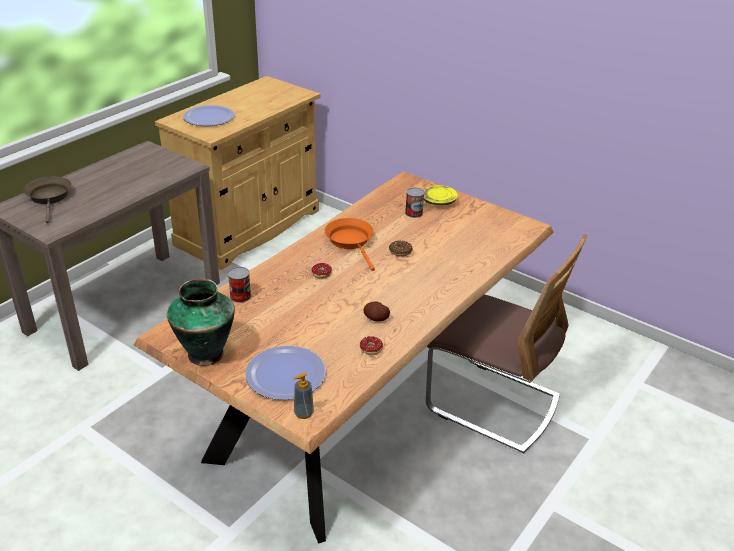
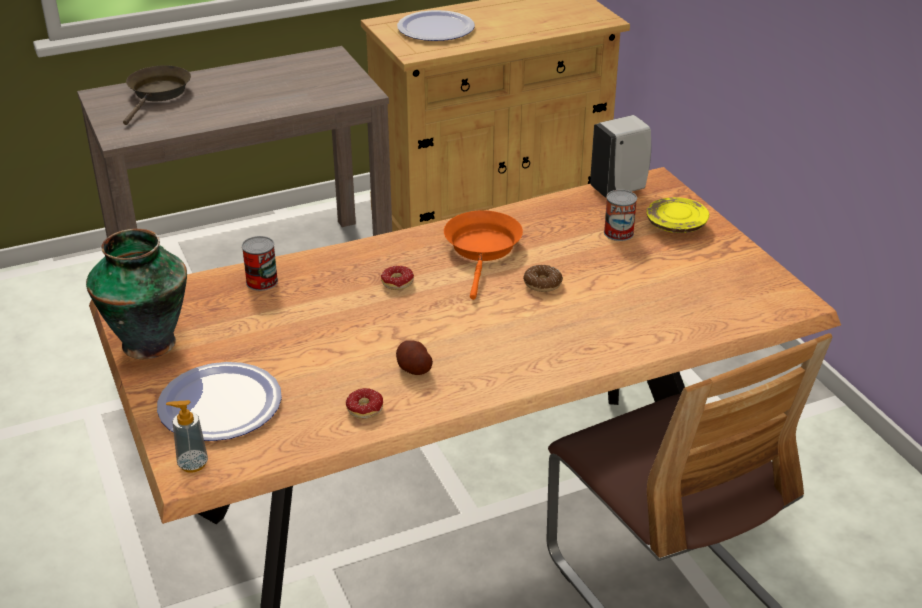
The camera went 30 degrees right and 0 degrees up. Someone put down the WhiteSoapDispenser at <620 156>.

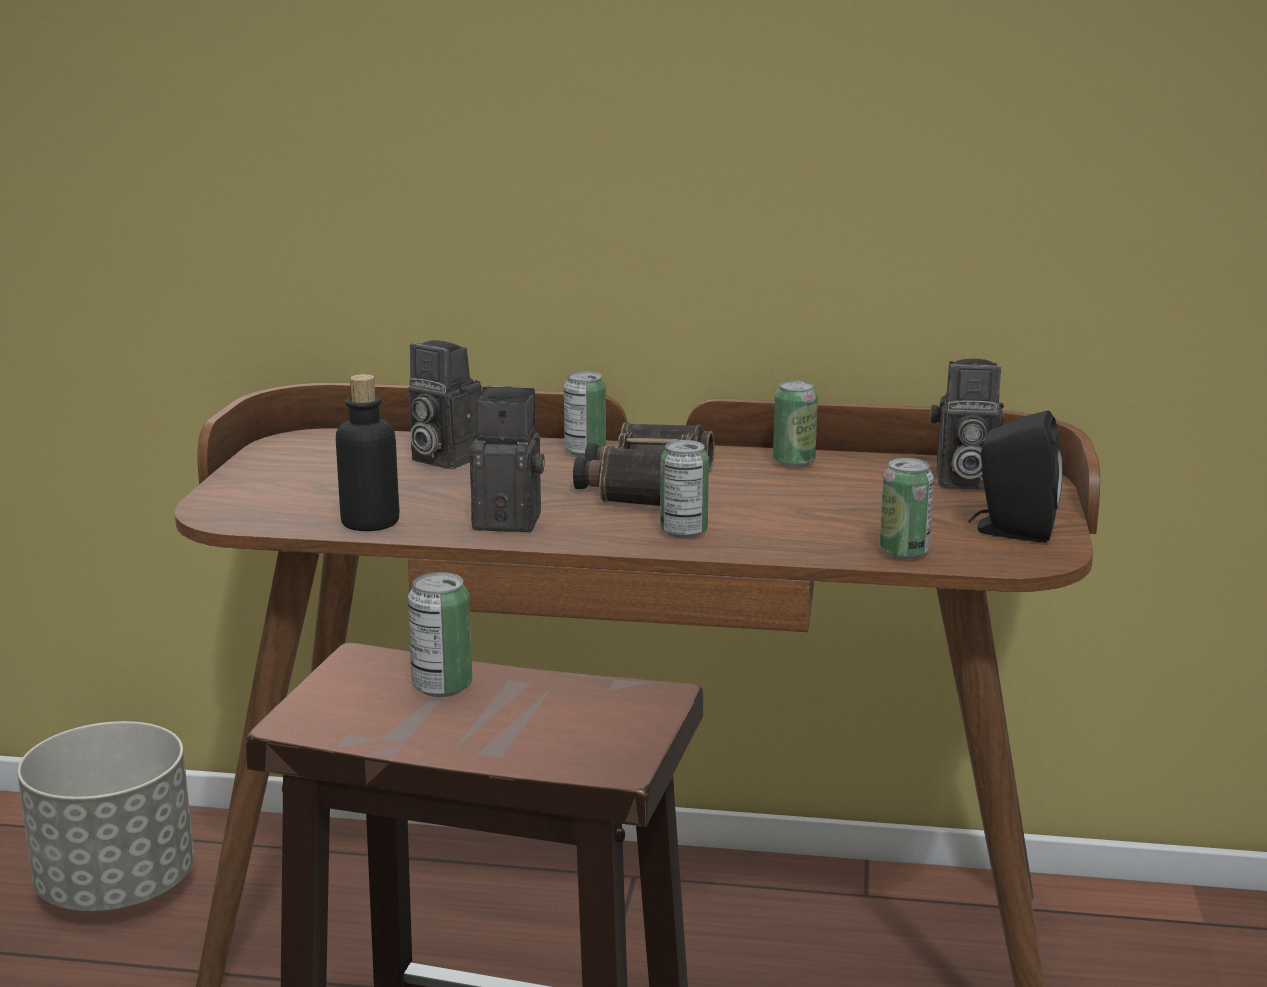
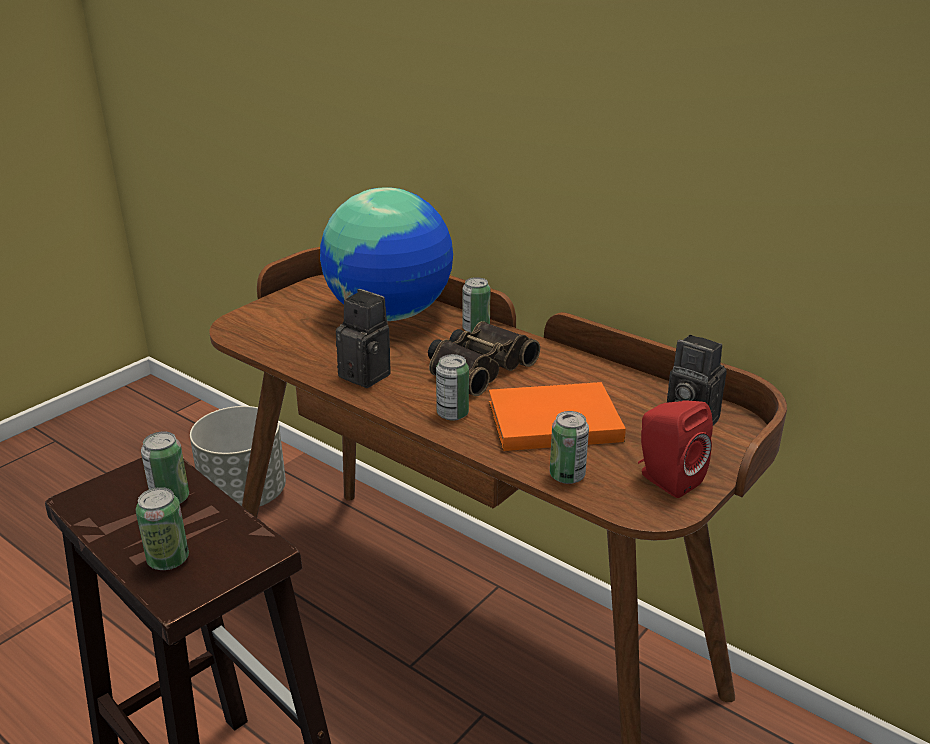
The camera went 30 degrees right and 10 degrees up. Someone took away the Bottle at <368 452>. Someone swapped the PhotoCamera at <445 404> for the Globe at <386 254>. Someone carried the Can from <795 423> to <162 528>. Someone repainted the BlackSpeaker at <1015 476>, which became the RedSpeaker at <675 449>. Someone put down the OrangeBook at <557 416>.

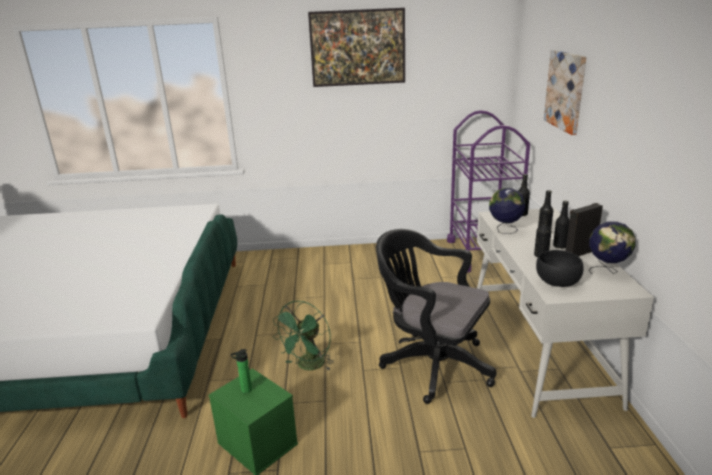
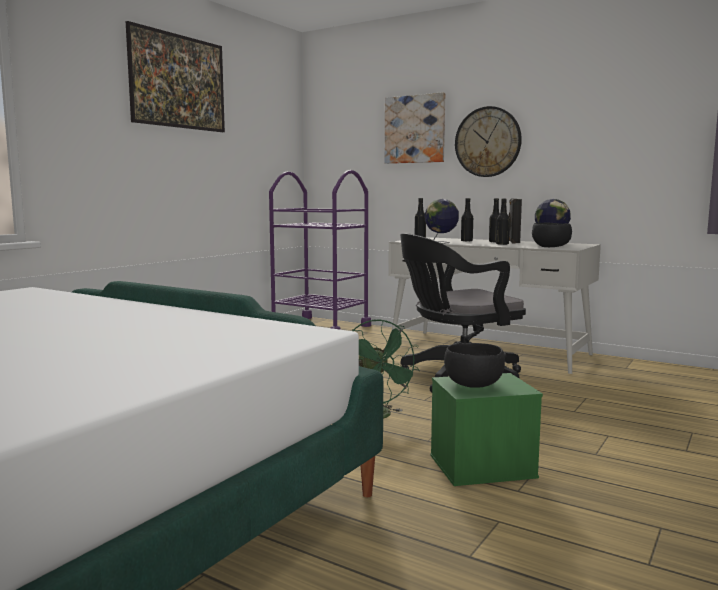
The camera went 55 degrees left and 15 degrees down. Someone swapped the Bottle at <241 371> for the BlackBowl at <475 365>. Someone put up the WallClock at <488 141>.

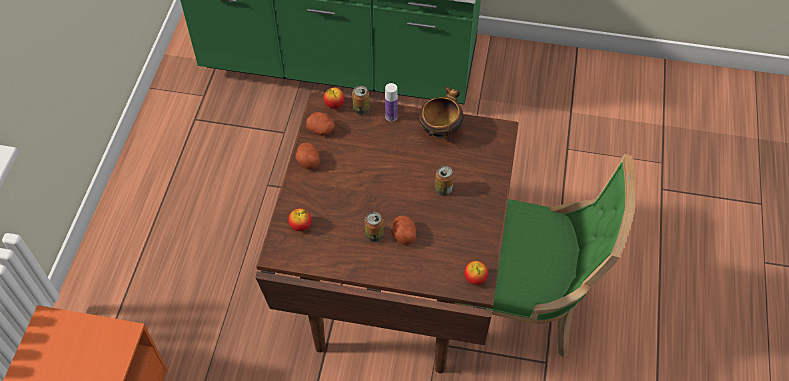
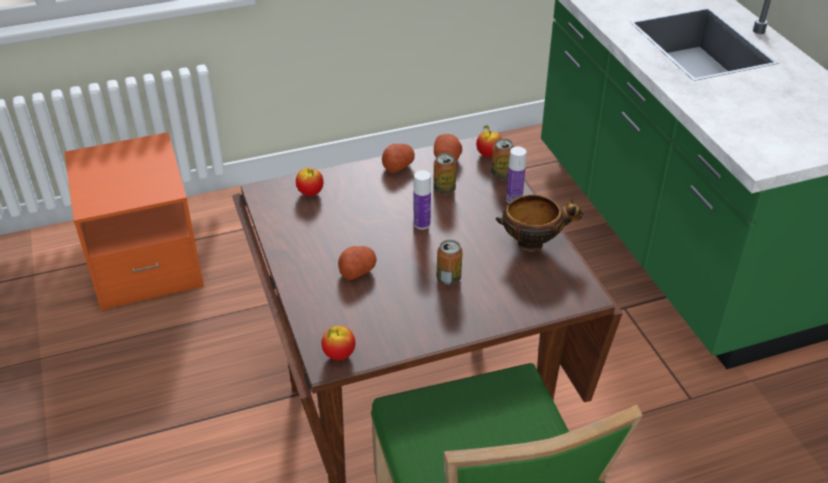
The camera went 60 degrees right and 15 degrees down. Someone carried the Can from <374 227> to <445 174>. Someone put down the Bottle at <422 199>.

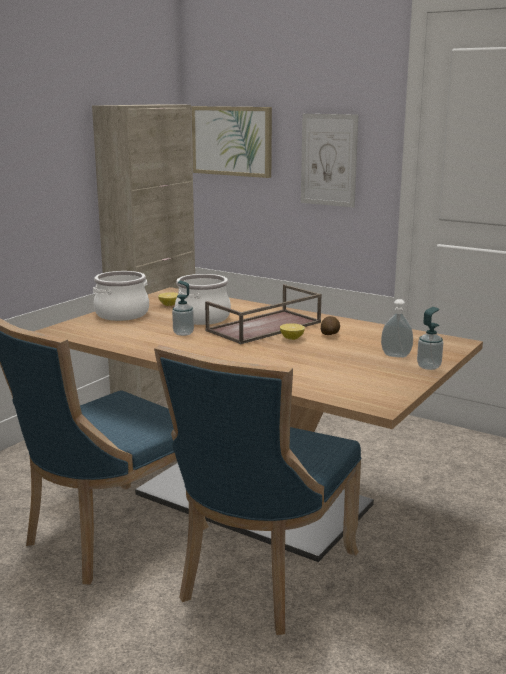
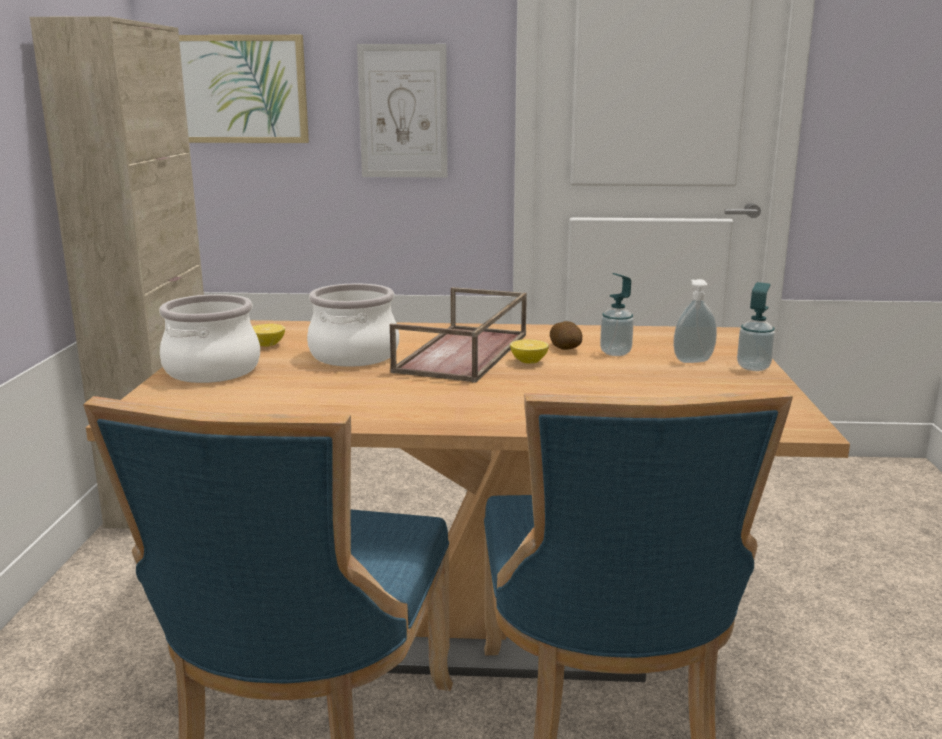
The camera went 30 degrees left and 0 degrees up. Someone carried the SoapDispenser from <183 308> to <617 314>.

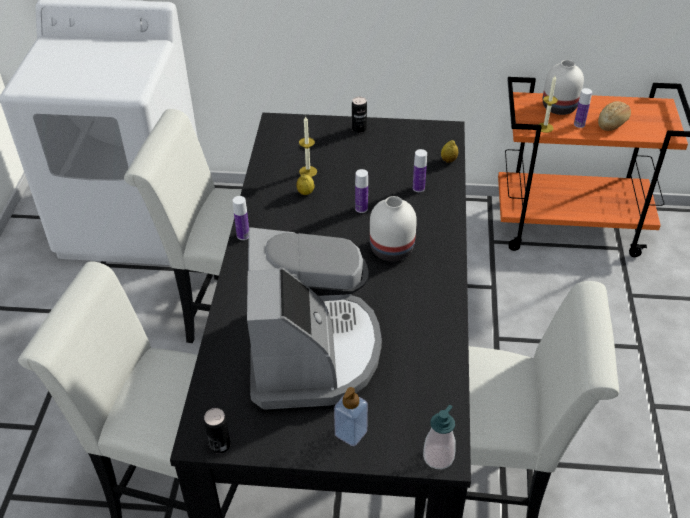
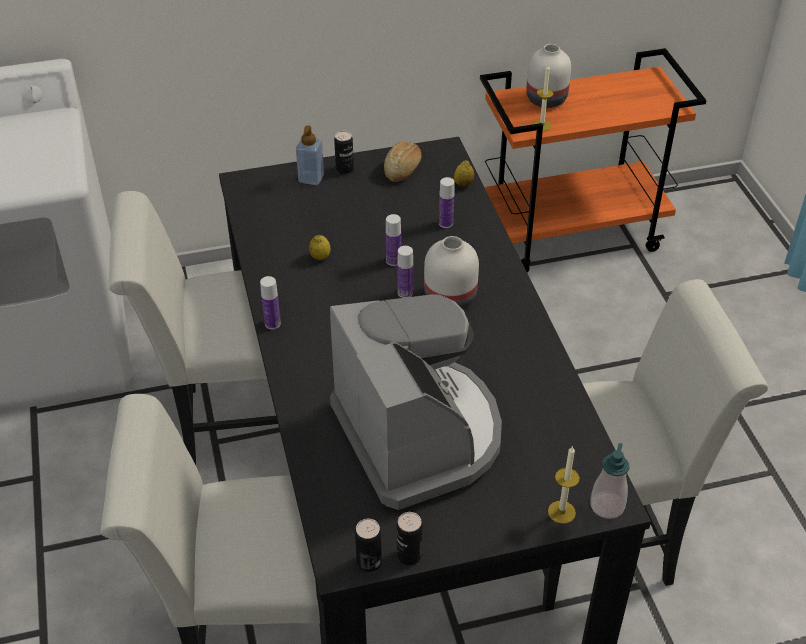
The camera went 20 degrees left and 0 degrees up. Someone carried the Candle from <308 146> to <564 485>. Someone carried the SoapDispenser from <351 416> to <310 155>. Someone carried the Bottle from <583 108> to <405 272>. Someone carried the Bread from <614 116> to <403 162>. Someone put down the Can at <409 538>.

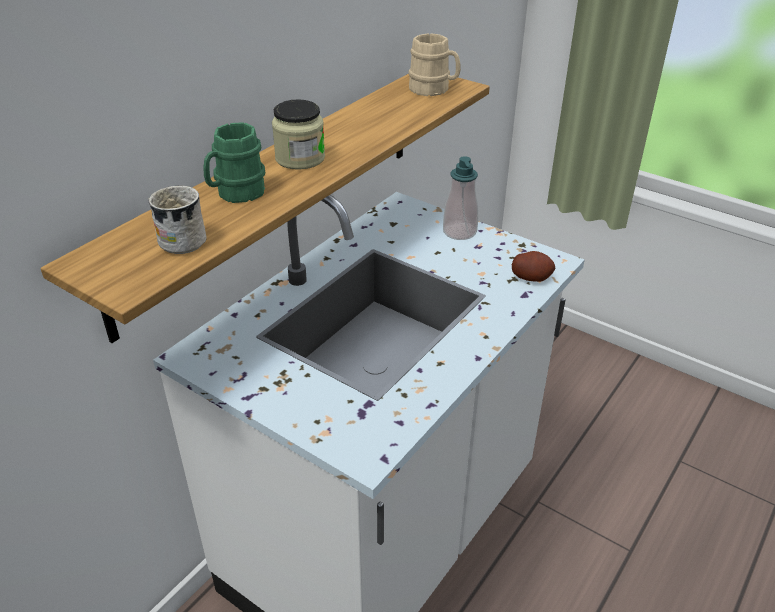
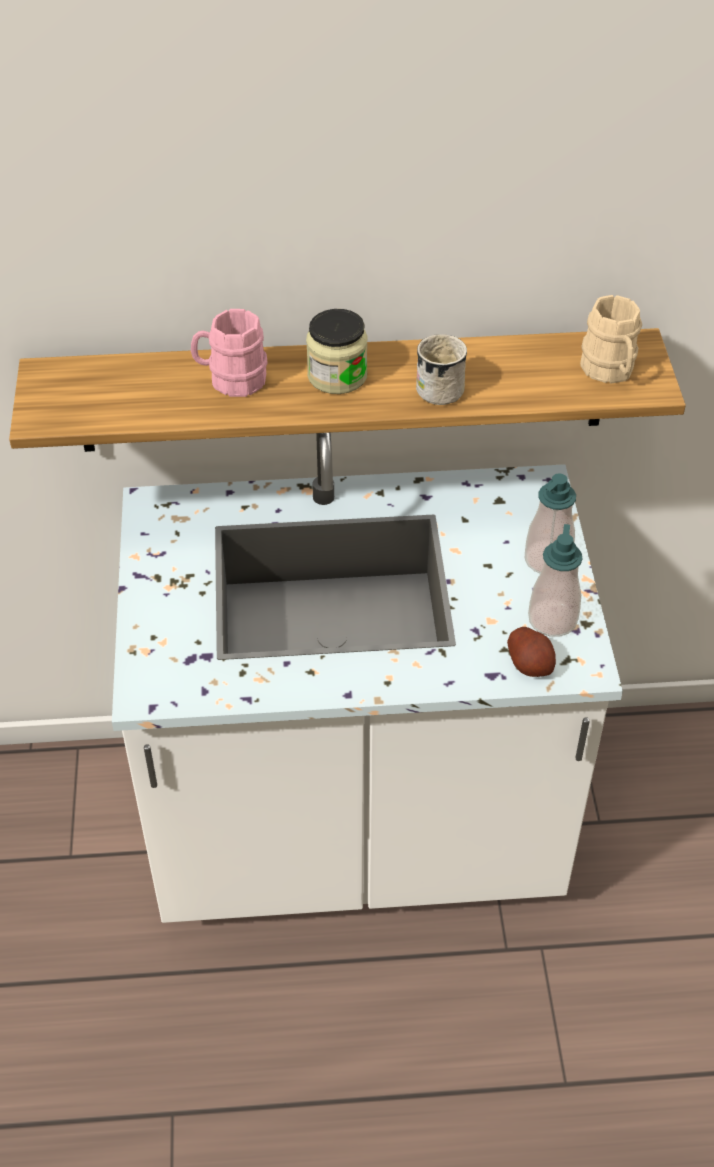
The camera went 50 degrees right and 10 degrees up. Someone carried the WhiteMug from <177 220> to <441 369>. Someone repainted the GreenMug at <234 162>, which became the PinkMug at <229 353>. Someone put down the SoapDispenser at <555 580>.

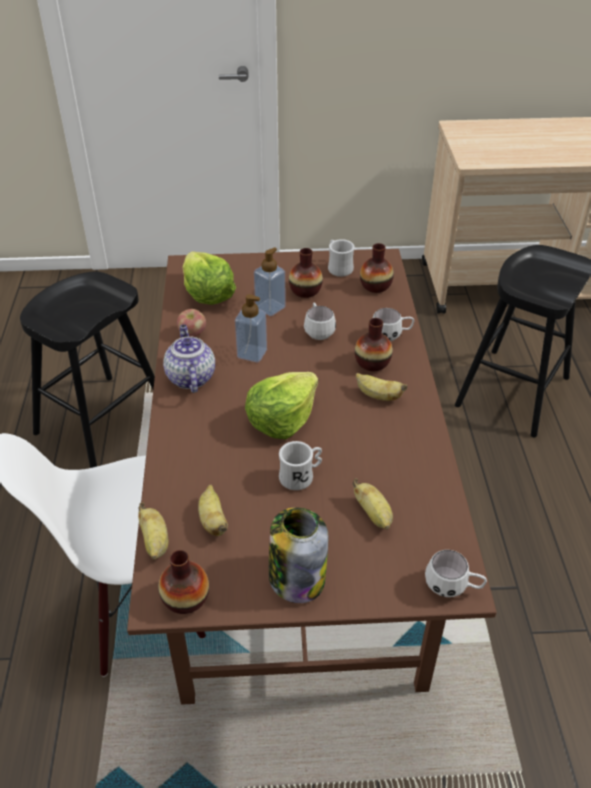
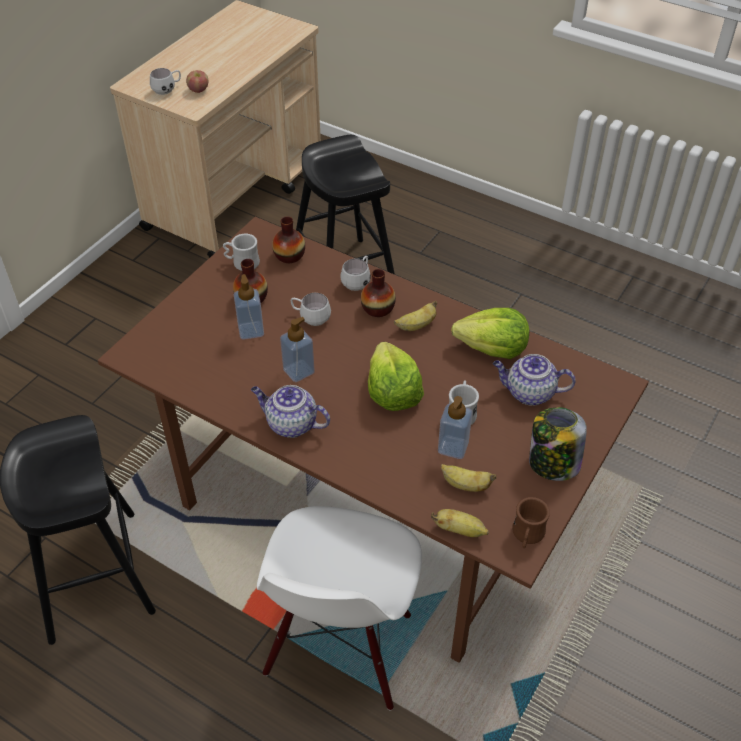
The camera went 55 degrees left and 5 degrees up. Someone swapped the Vase at <183 582> for the BrownMug at <531 522>. Someone carried the Apple from <191 323> to <197 81>. Someone carried the Lettuce from <209 278> to <490 333>. Someone swapped the Banana at <372 504> for the Teapot at <534 380>. Someone carried the WhiteMug from <456 573> to <165 81>. Someone put down the SoapDispenser at <455 427>.

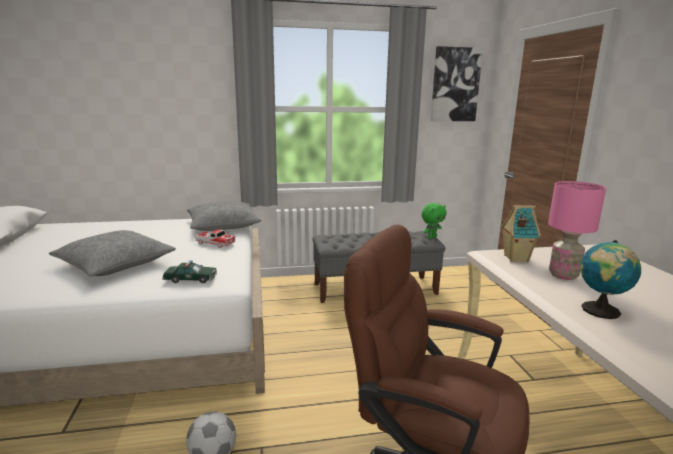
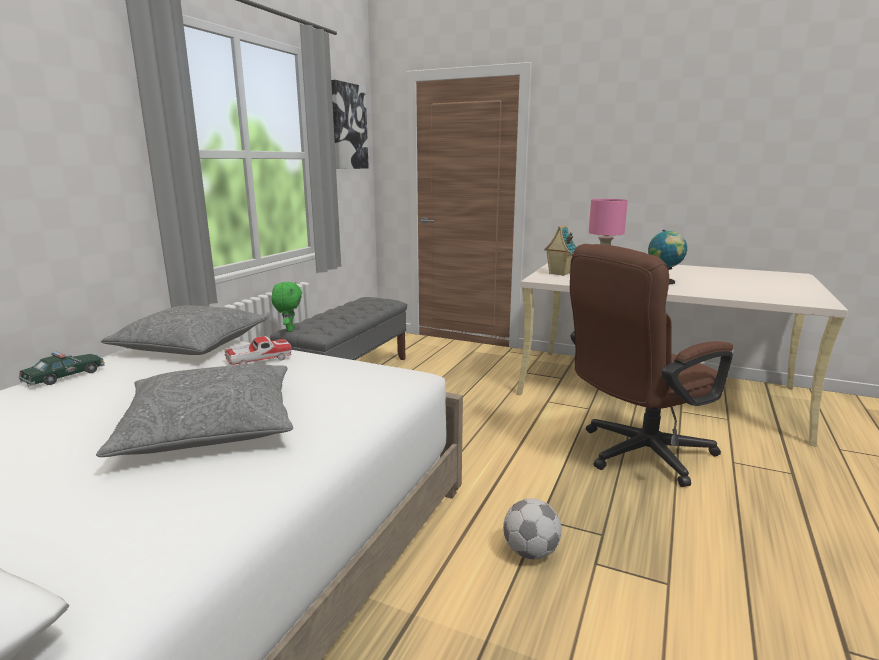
The camera went 55 degrees left and 0 degrees up. Someone carried the ToyCar from <189 271> to <62 369>. Someone carried the GreenPlushToy from <434 221> to <286 307>.

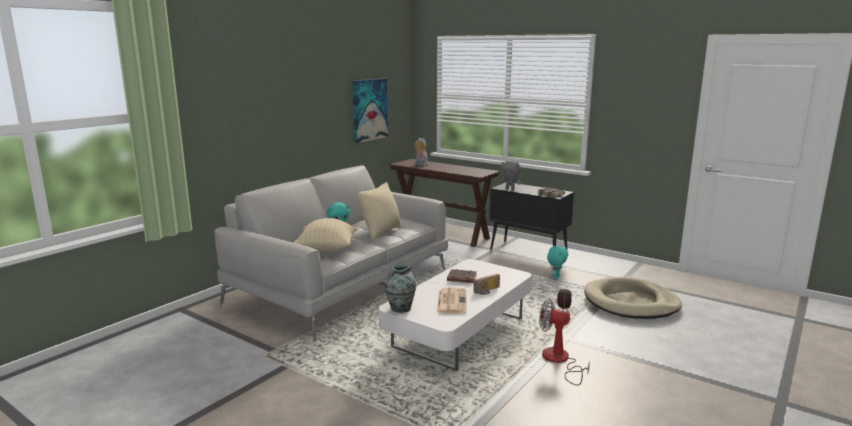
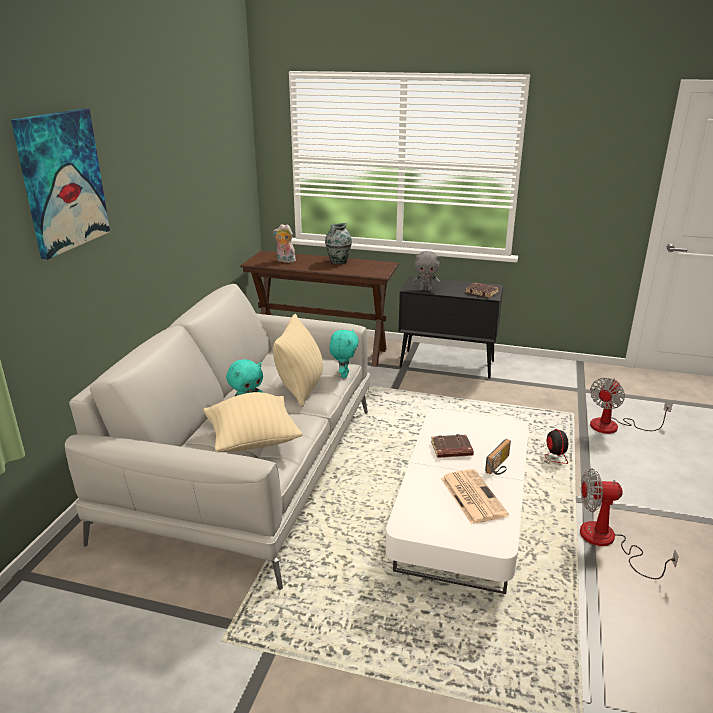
The camera went 20 degrees left and 10 degrees up. Someone carried the Picture from <370 110> to <60 184>. Someone carried the Vase from <400 289> to <338 243>. Someone carried the TurquoisePlushToy from <557 262> to <344 353>. Someone swapped the BeigeDogBed at <633 298> for the Fan at <631 406>.

